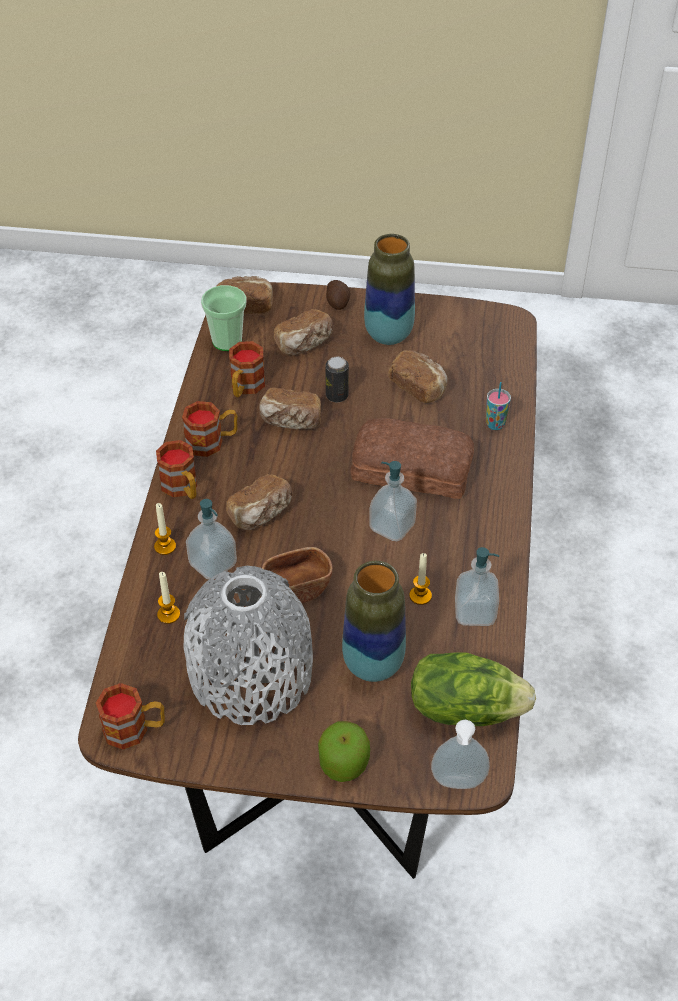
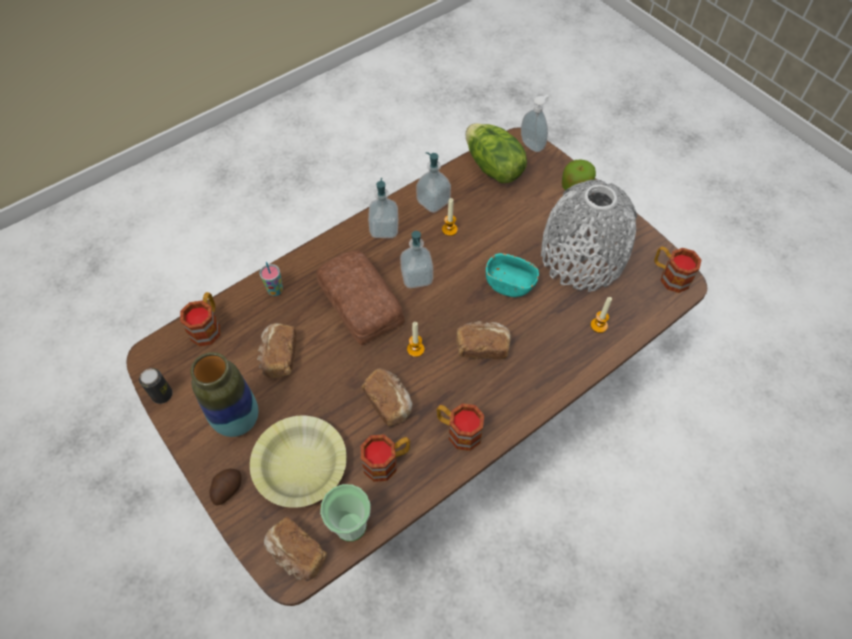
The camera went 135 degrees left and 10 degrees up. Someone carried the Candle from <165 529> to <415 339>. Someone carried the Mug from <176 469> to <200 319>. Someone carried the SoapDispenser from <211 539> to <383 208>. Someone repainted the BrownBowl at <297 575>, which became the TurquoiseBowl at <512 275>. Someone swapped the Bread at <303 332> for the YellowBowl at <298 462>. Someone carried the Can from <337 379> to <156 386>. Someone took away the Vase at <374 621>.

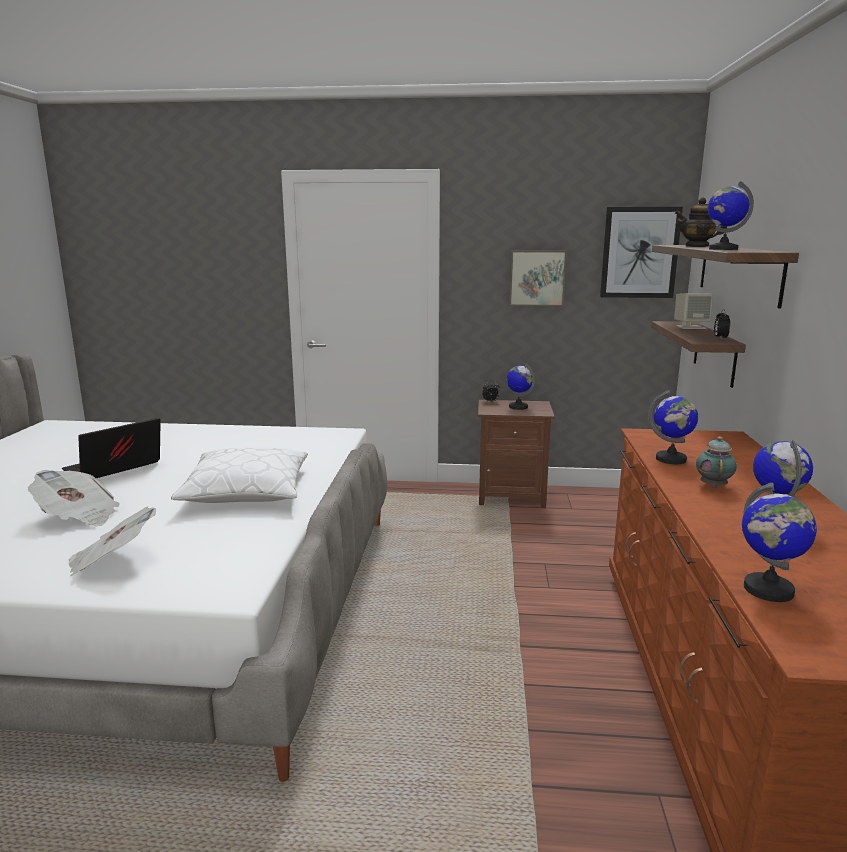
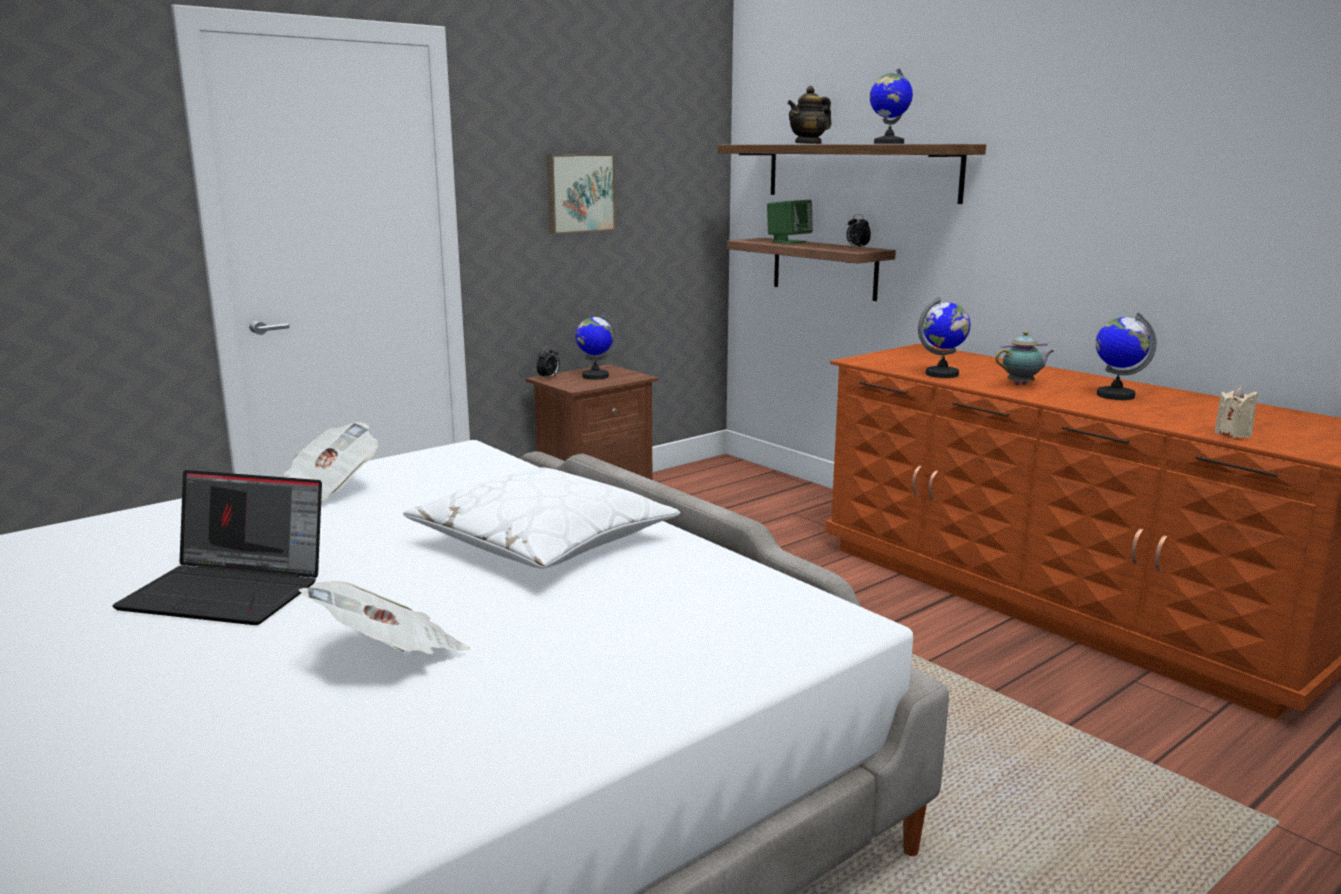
The camera went 45 degrees left and 0 degrees up. Someone rotated the Laptop at <111 448> by 75 degrees counterclockwise. Someone carried the Newspaper from <112 541> to <331 461>. Someone took away the Picture at <641 252>. Someone repainted the BeigeSpeaker at <693 311>, which became the GreenSpeaker at <790 222>. Someone rotated the Teapot at <716 462> by 105 degrees clockwise. Someone swapped the Globe at <779 542> for the BeigeCandle at <1236 412>.

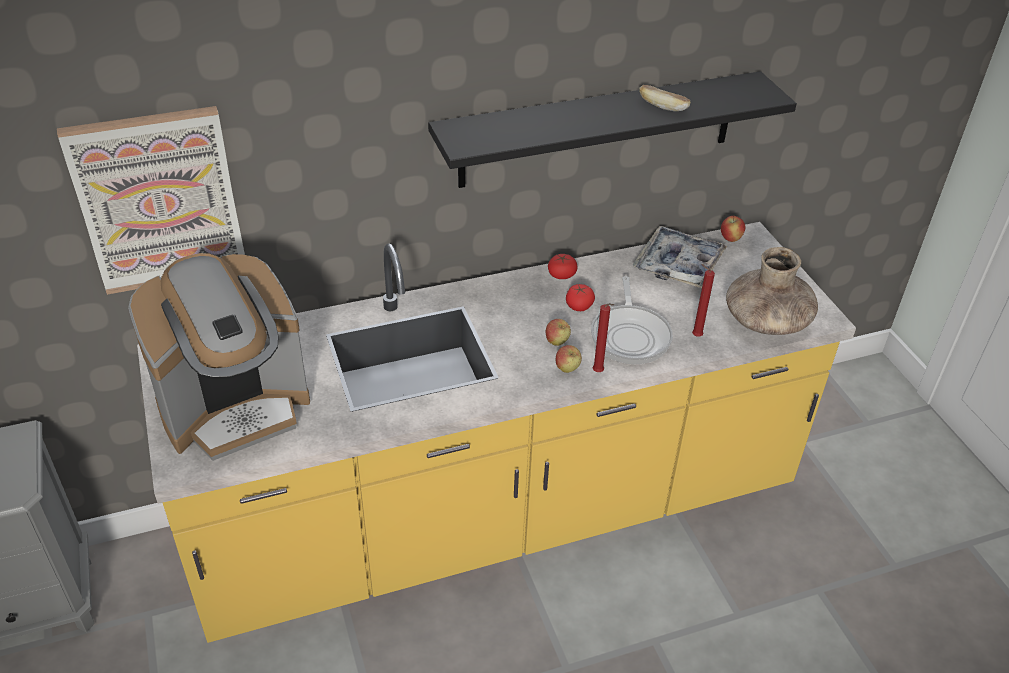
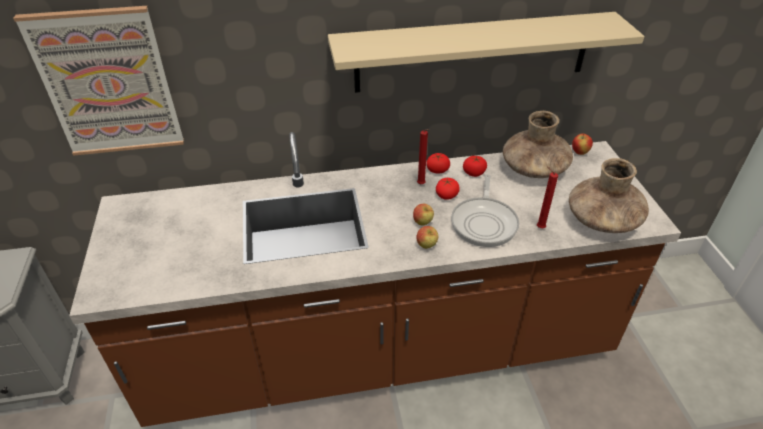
The camera went 10 degrees right and 0 degrees up. Someone took away the CoffeeMachine at <219 357>. Someone repainted the YellowCounter at <496 432>, which became the BrownCounter at <375 279>. Someone repainted the BlackShelf at <612 129>, which became the BeigeShelf at <486 52>. Someone carried the RedCandle from <603 337> to <423 156>. Someone swapped the Tray at <680 257> for the BrownVase at <538 144>. Someone took away the Bread at <664 98>. Someone put down the Tomato at <475 166>.

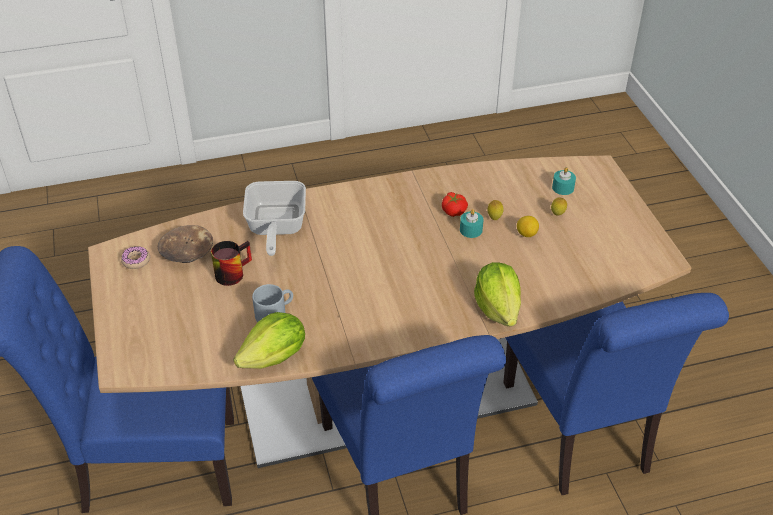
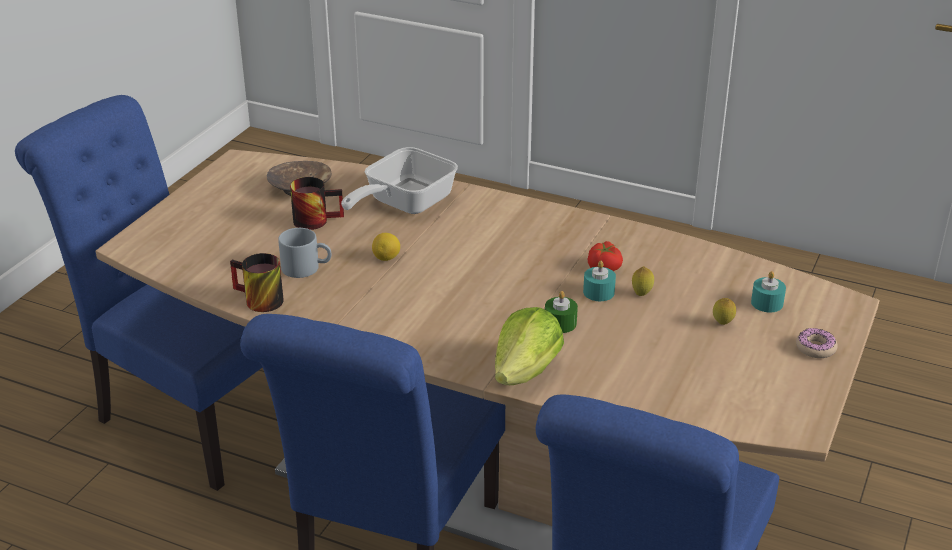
The camera went 40 degrees right and 10 degrees down. Someone carried the Donut from <135 258> to <816 343>. Someone swapped the Lettuce at <269 340> for the Mug at <257 282>. Someone carried the Lemon from <528 226> to <386 247>. Someone put down the GreenCandle at <561 312>.

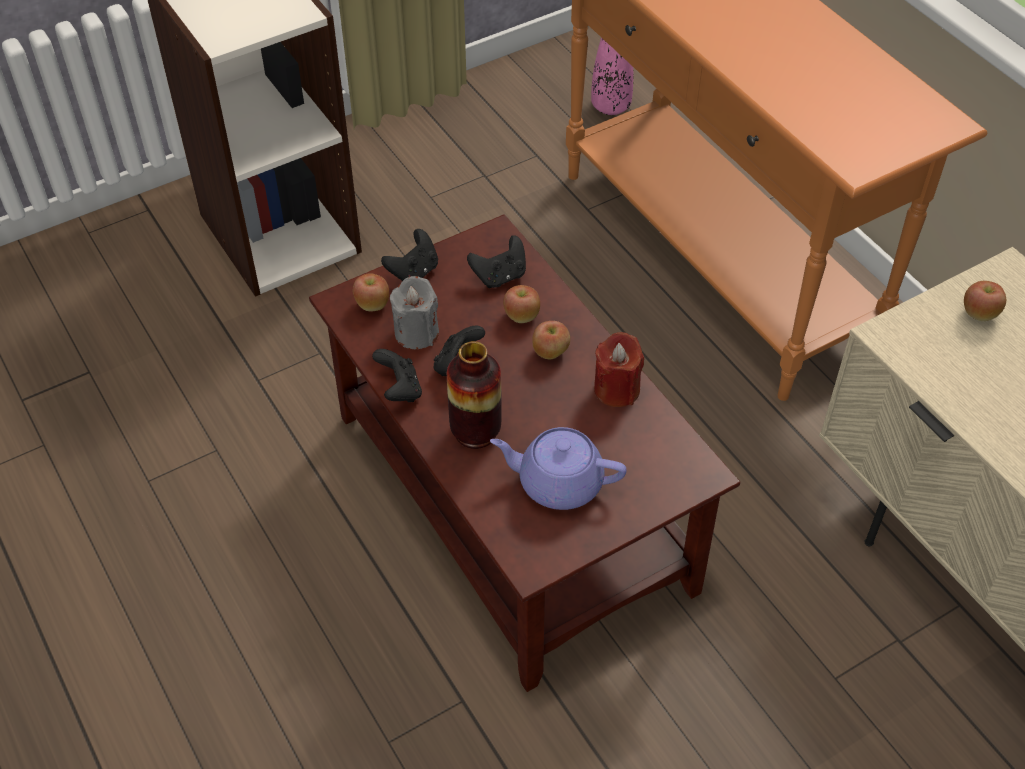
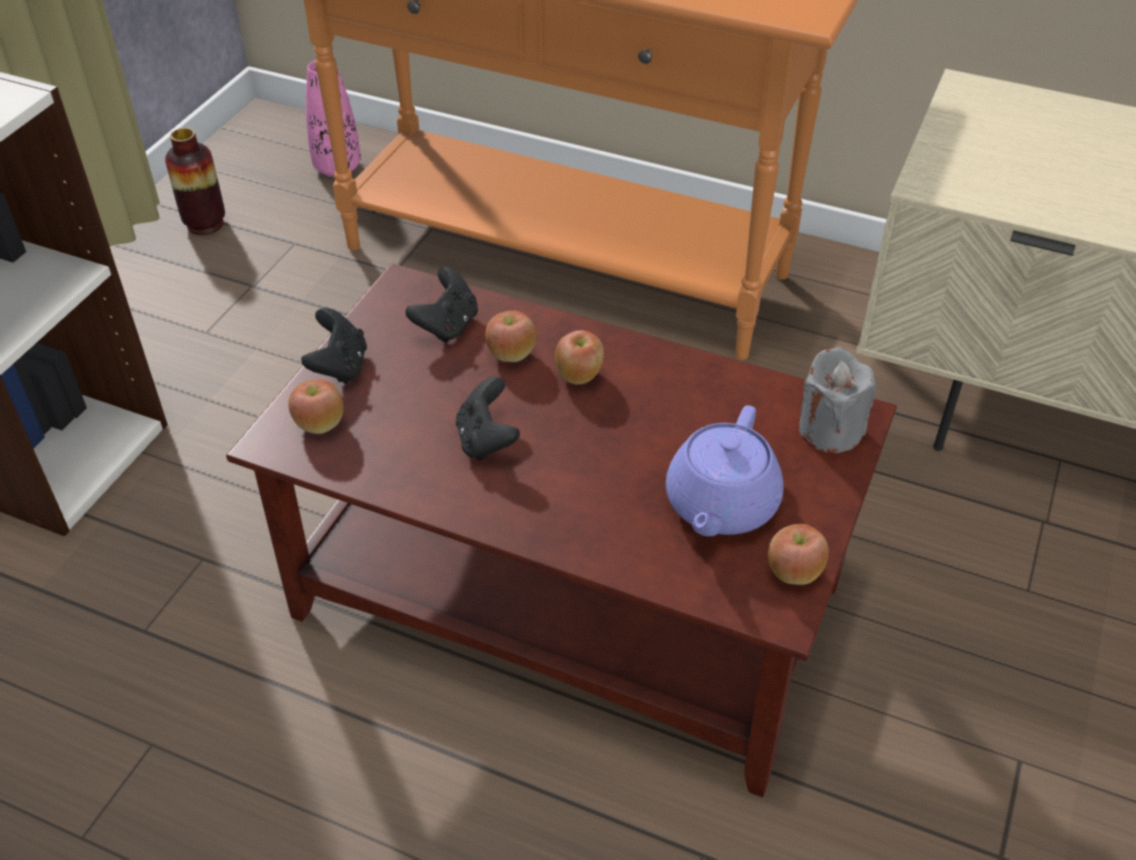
The camera went 35 degrees left and 5 degrees down. Someone took away the BlackGameController at <397 375>. Someone carried the GreyCandle from <414 312> to <837 400>. Someone carried the Vase from <474 395> to <195 181>. Someone rotated the PurpleTeapot at <558 468> by 45 degrees counterclockwise. Someone took away the RedCandle at <619 369>. Someone carried the Apple from <985 301> to <798 554>.

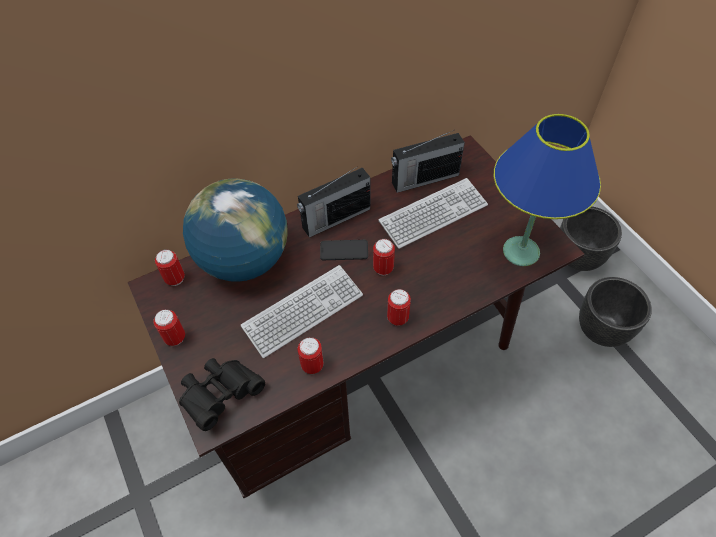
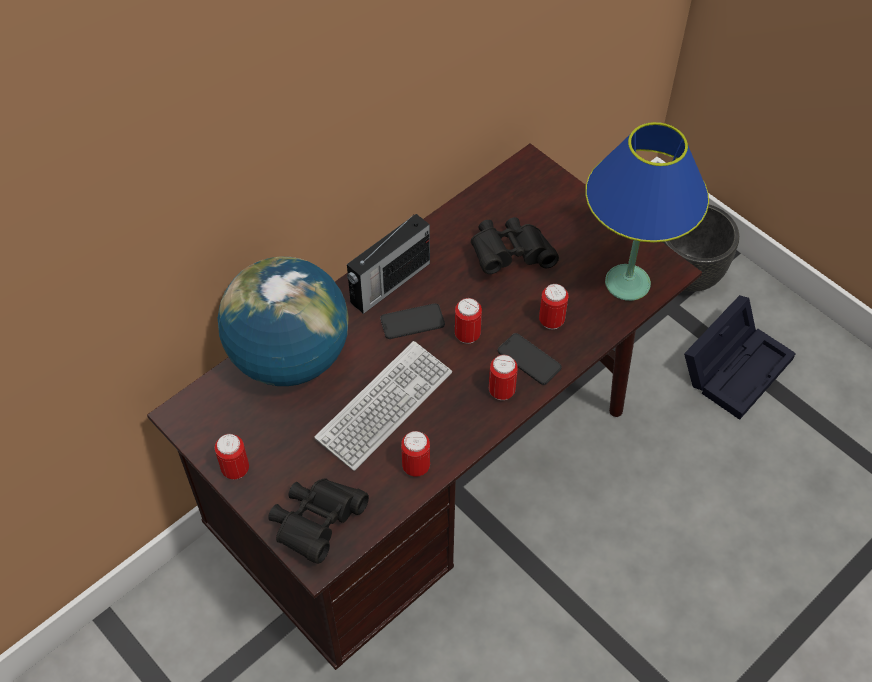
The camera went 15 degrees left and 0 degrees up. Someone carried the Can from <170 267> to <554 306>. Someone swapped the Keyboard at <433 213> for the BlackBinoculars at <515 245>. Someone took away the Radio at <428 161>. Someone swapped the BlackPlanter at <615 312> for the BlackStorageBox at <740 357>. Someone put down the Phone at <530 359>.

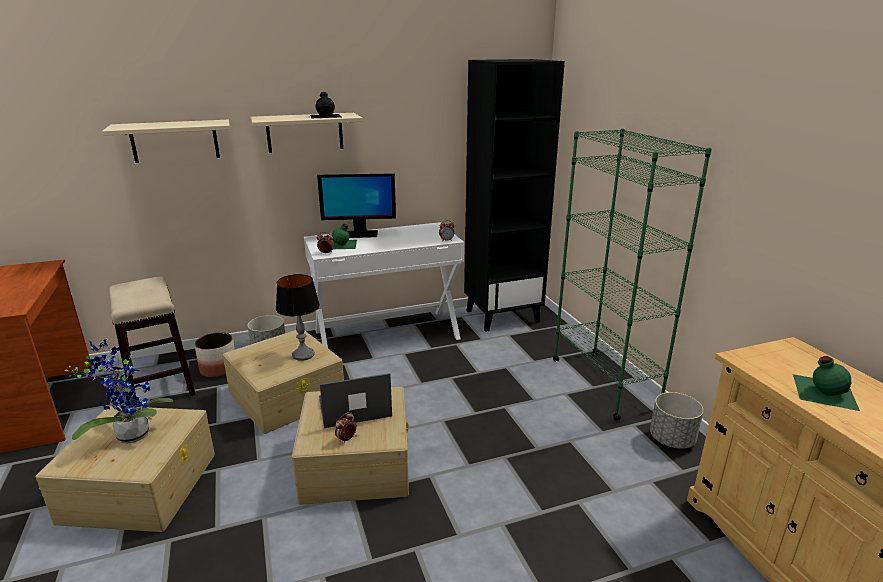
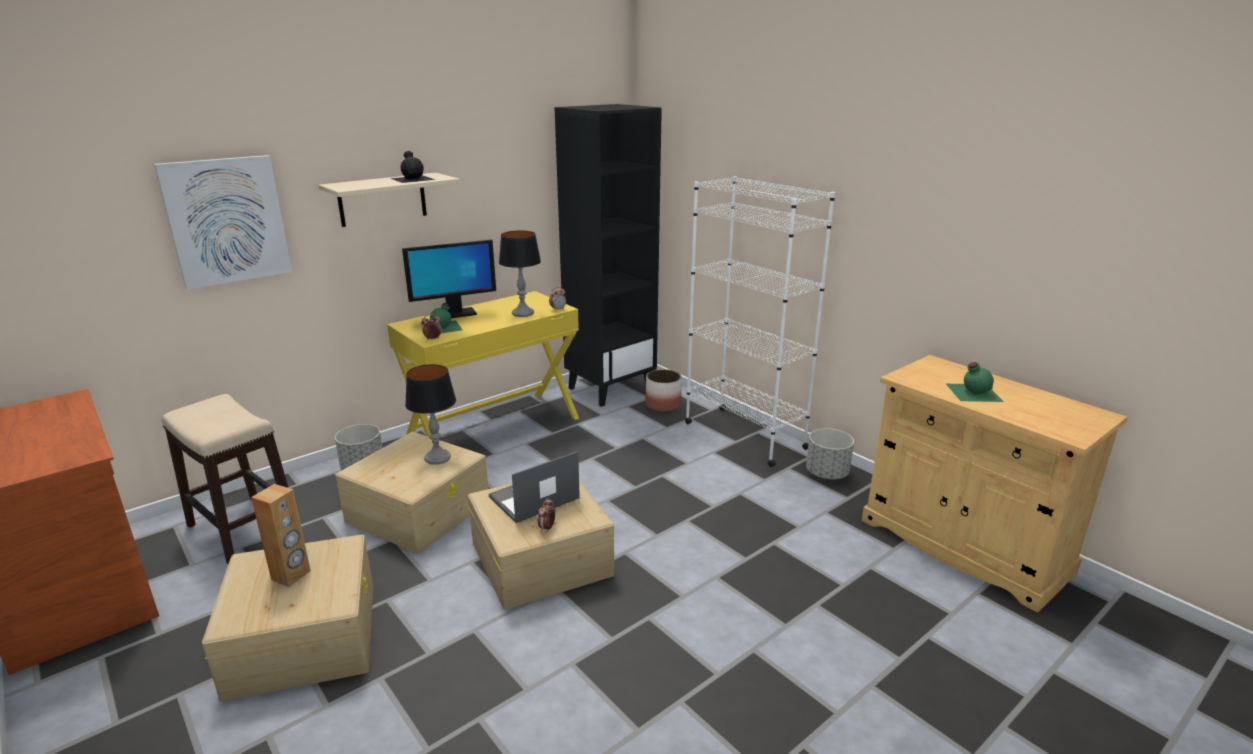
The camera went 20 degrees left and 0 degrees up. Someone swapped the PottedPlant at <119 391> for the BrownSpeaker at <281 535>. Someone swapped the BeigeShelf at <166 141> for the Picture at <223 222>. Someone carried the Planter from <214 355> to <664 390>. Someone repainted the WhiteDesk at <384 285>, which became the YellowDesk at <483 364>. Someone repainted the GreenBookcase at <632 274>, which became the WhiteBookcase at <760 321>. Someone put down the TableLamp at <520 274>.

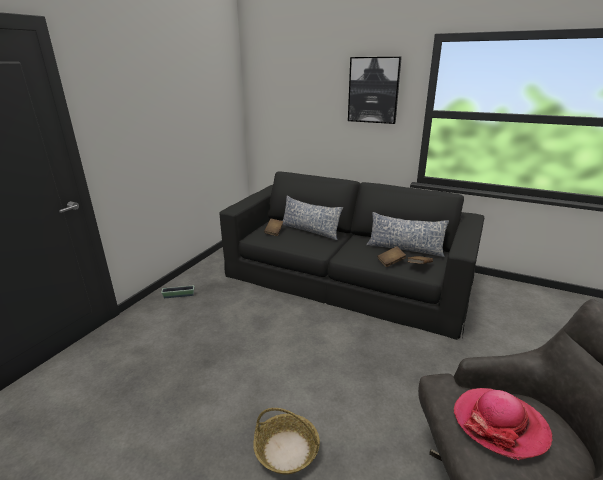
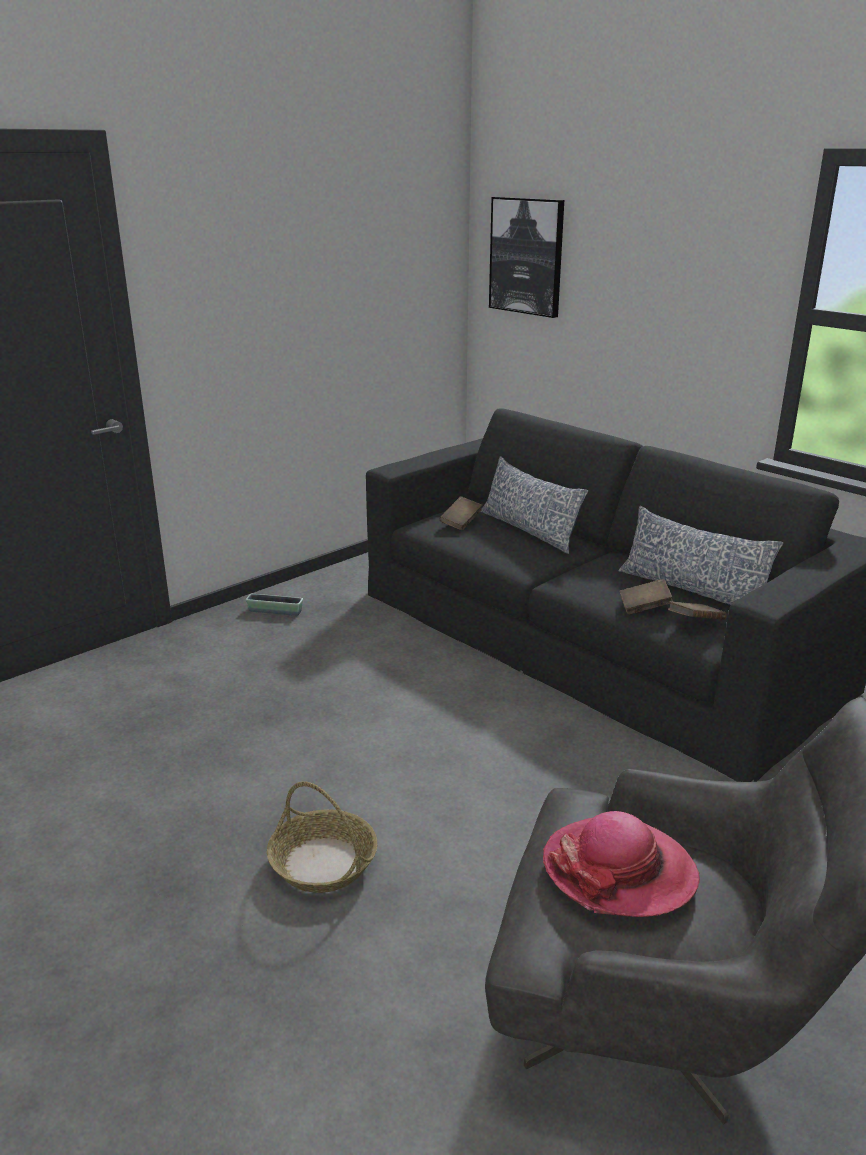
The camera went 20 degrees right and 0 degrees up. Someone carried the Picture from <375 90> to <526 257>.

